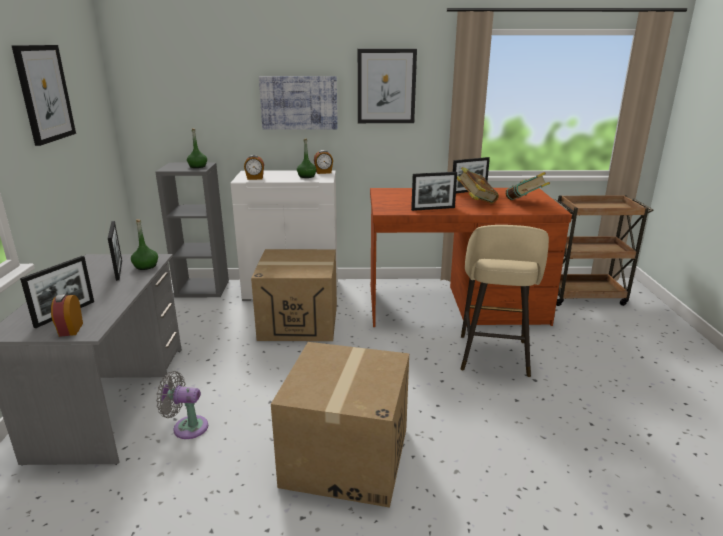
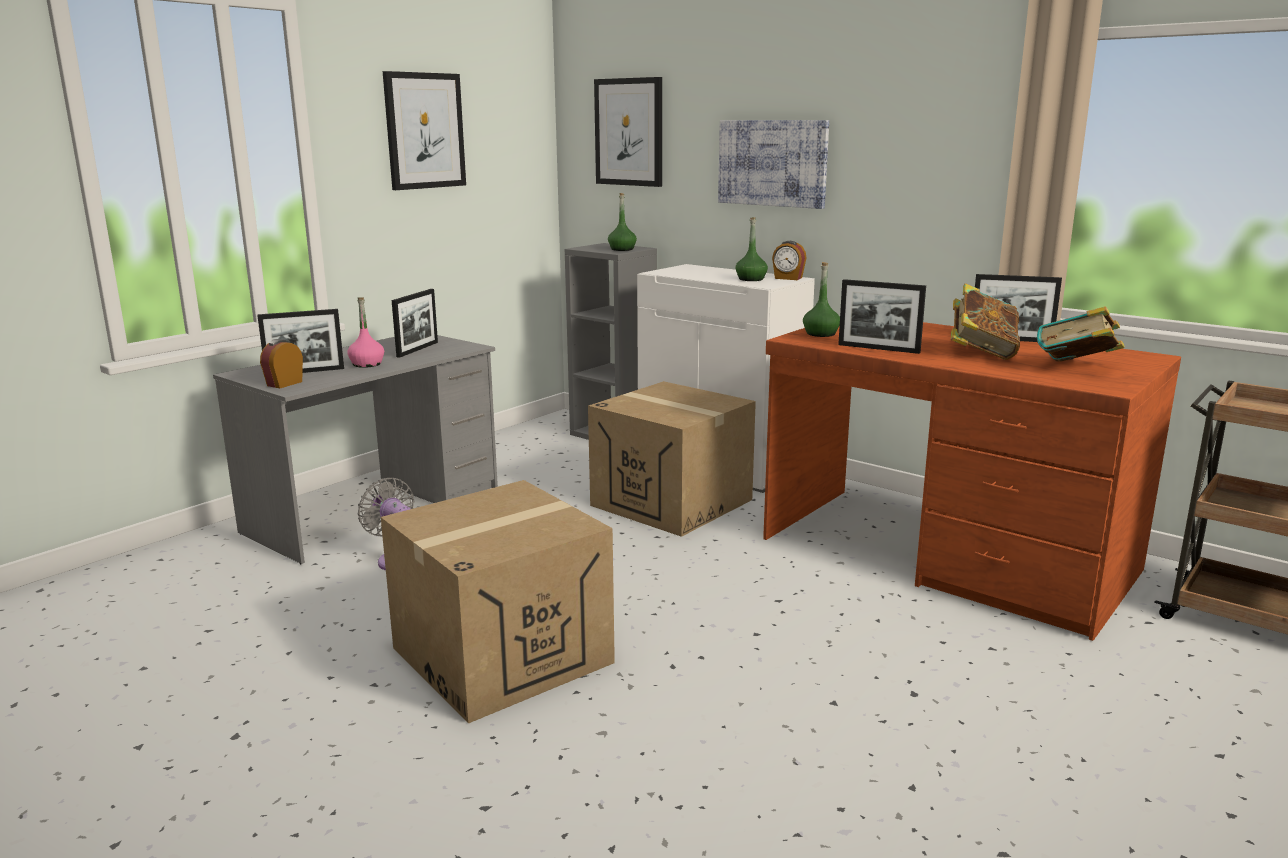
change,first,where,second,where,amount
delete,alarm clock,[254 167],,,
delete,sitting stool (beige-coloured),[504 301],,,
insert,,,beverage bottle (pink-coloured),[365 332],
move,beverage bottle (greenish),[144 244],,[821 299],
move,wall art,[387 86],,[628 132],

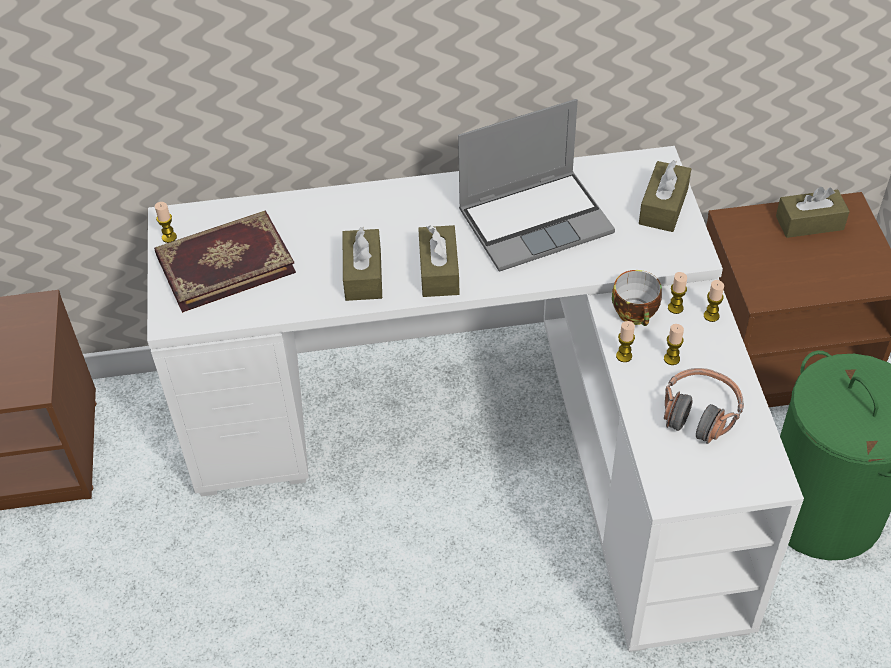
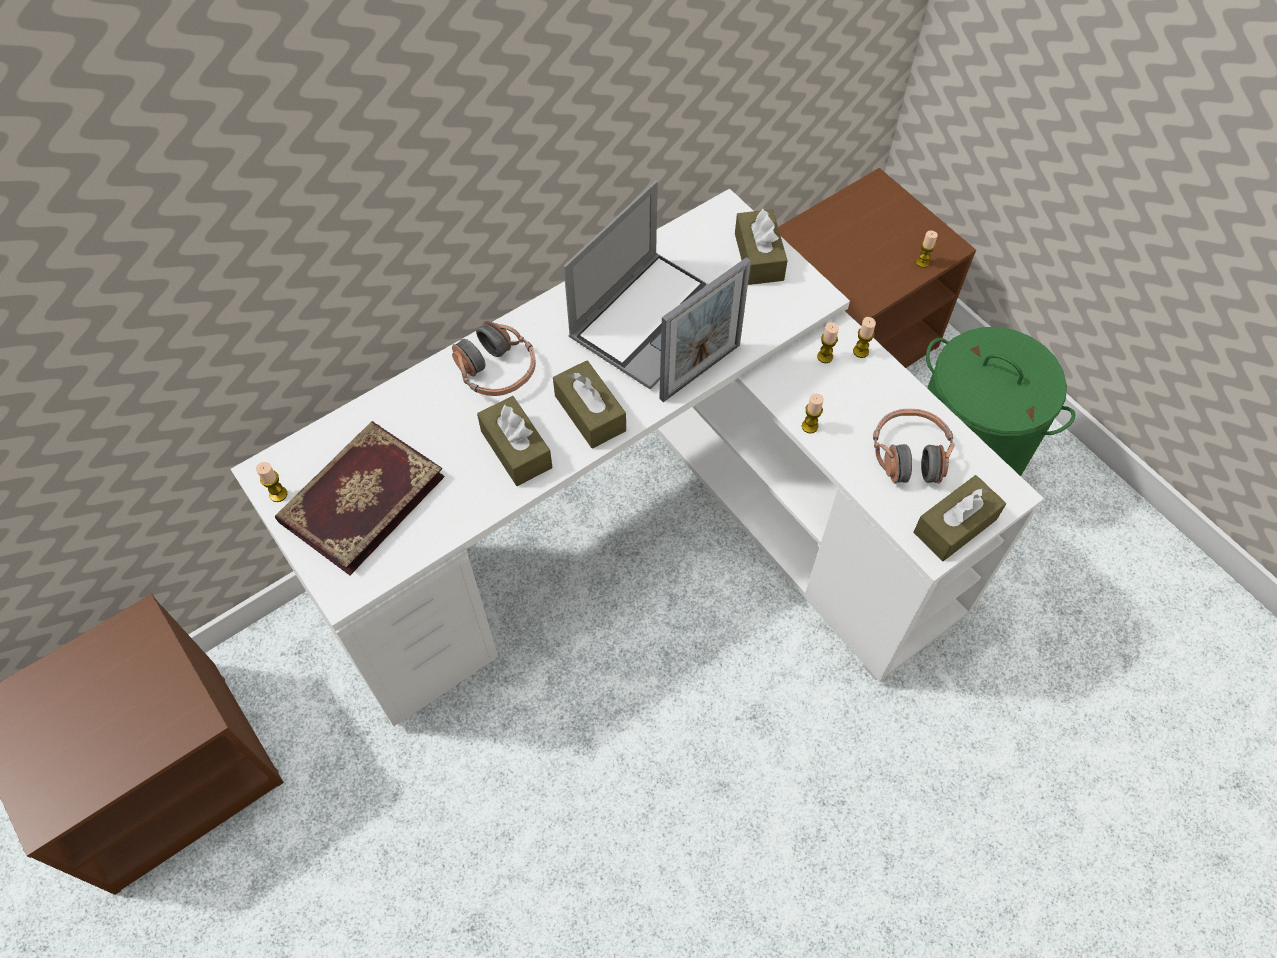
change,first,where,second,where,amount
delete,cup,[637 298],,,
insert,,,pair of headphones,[494 358],
insert,,,standing frame,[705 329],
move,wax candle,[674 344],,[927 249],
move,tissue holder (brown-coloured),[813 212],,[960 518],

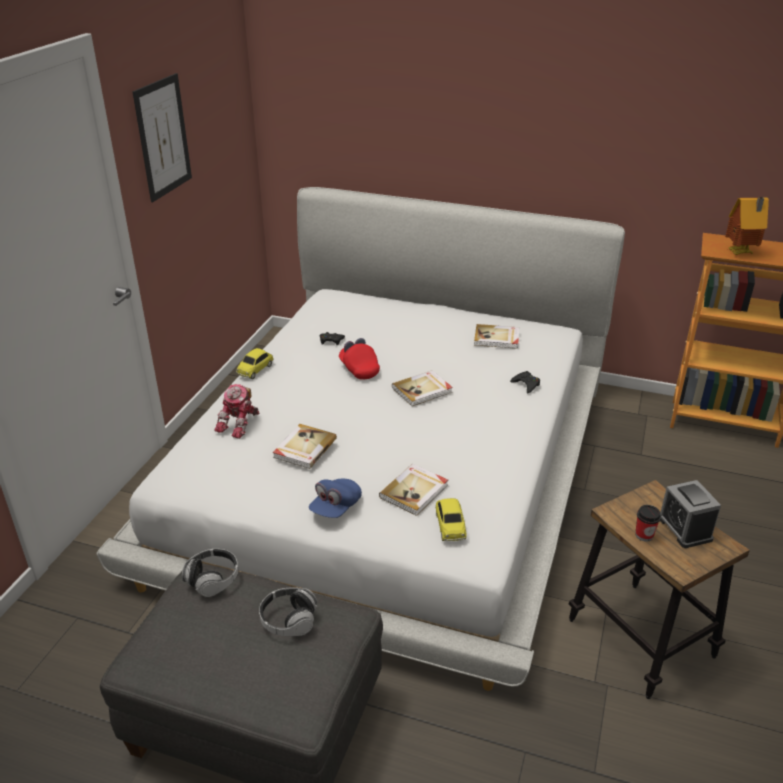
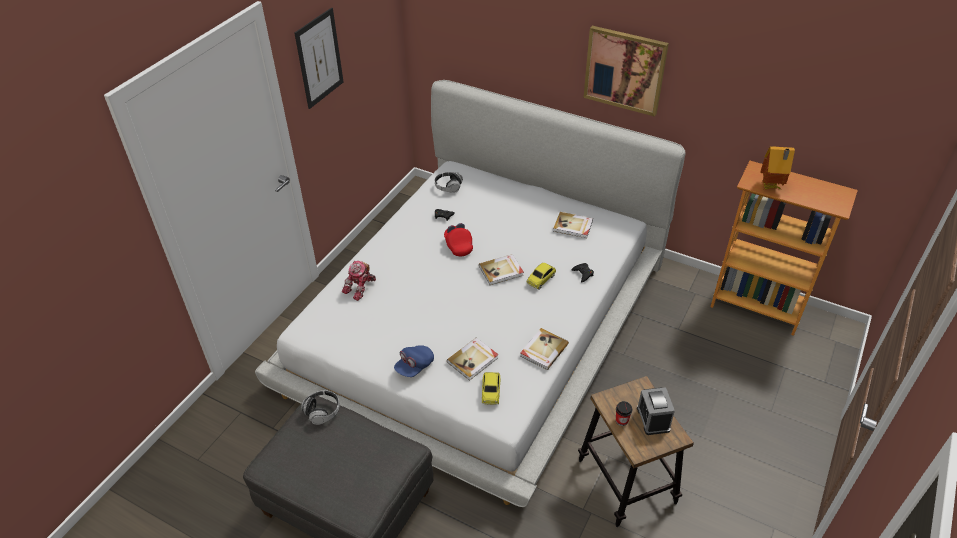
change,first,where,second,where,amount
insert,,,wall art,[626 71],
move,miniature car,[255 363],,[541 276],
move,pair of headphones,[288 611],,[449 182],
move,volume,[305 446],,[544 349],

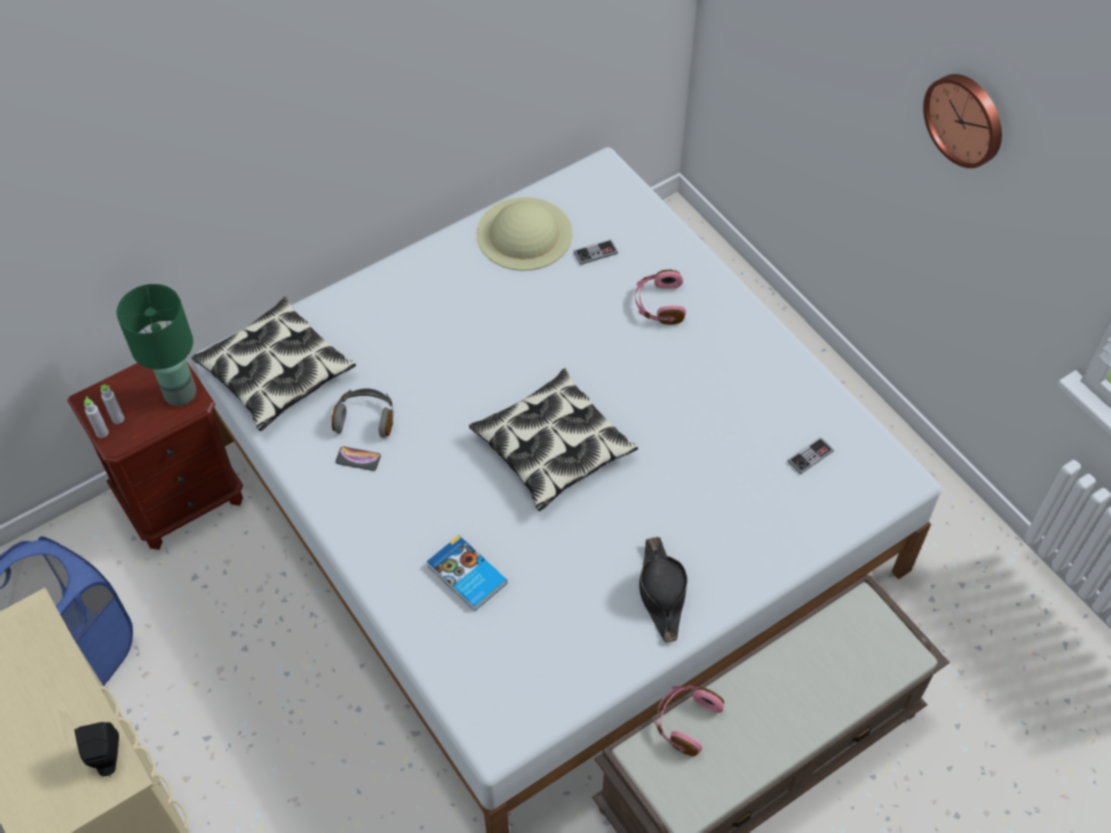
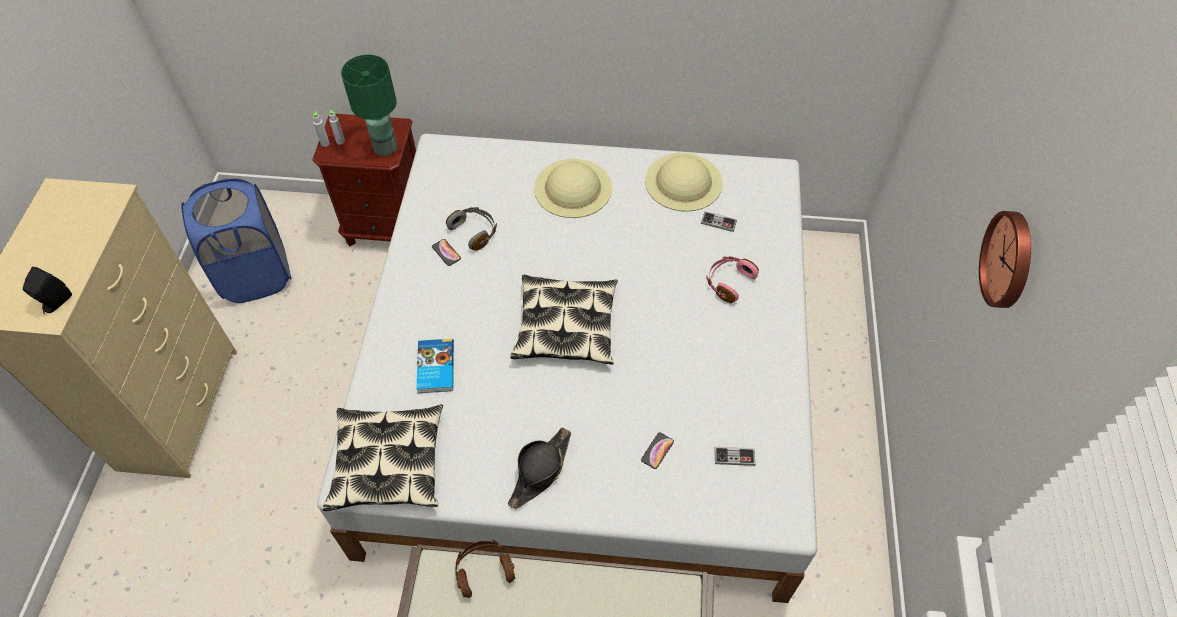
change,first,where,second,where,amount
insert,,,hat (beige-coloured),[573 188],
insert,,,phone,[657 451],
move,cushion,[274 363],,[383 457],
recolor,pair of headphones (pink-coloured),[689 720],pair of headphones (brown-coloured),[485 568],

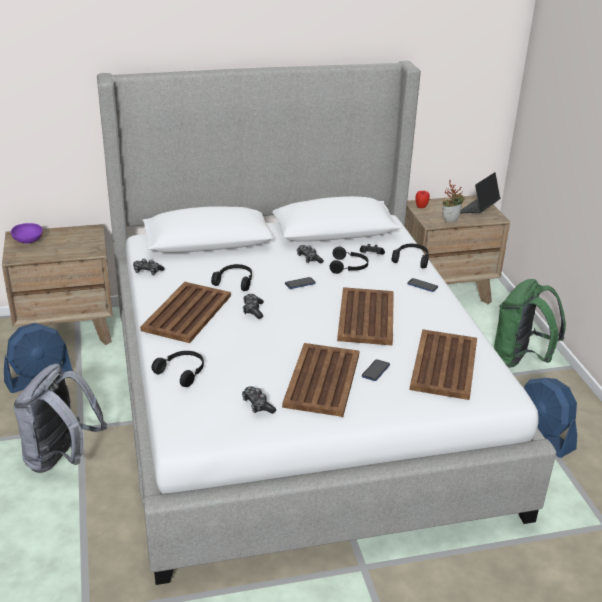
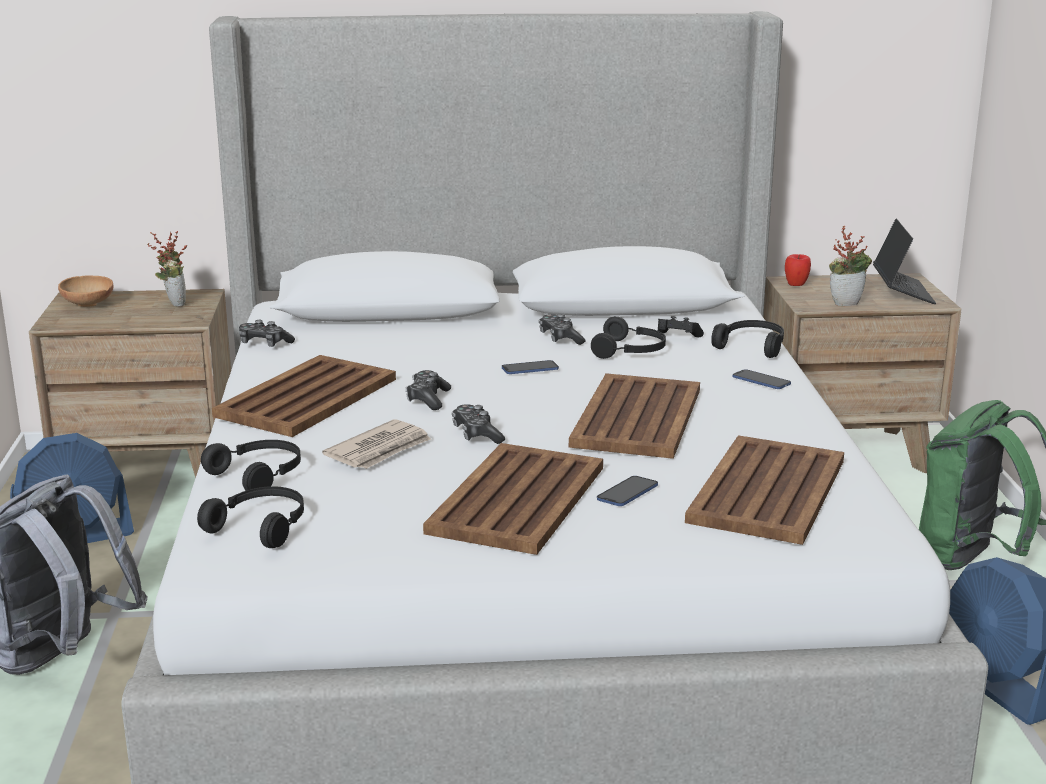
change,first,where,second,where,amount
insert,,,houseplant,[167 269],
insert,,,newspaper,[376 444],
move,pair of headphones (black-coloured),[231 277],,[250 517],
move,gamepad,[259 400],,[478 424],
recolor,deep dish (purple),[27 233],deep dish (brown-coloured),[86 291],
rotate,notebook computer,[480 192],,[904 261],135 degrees clockwise

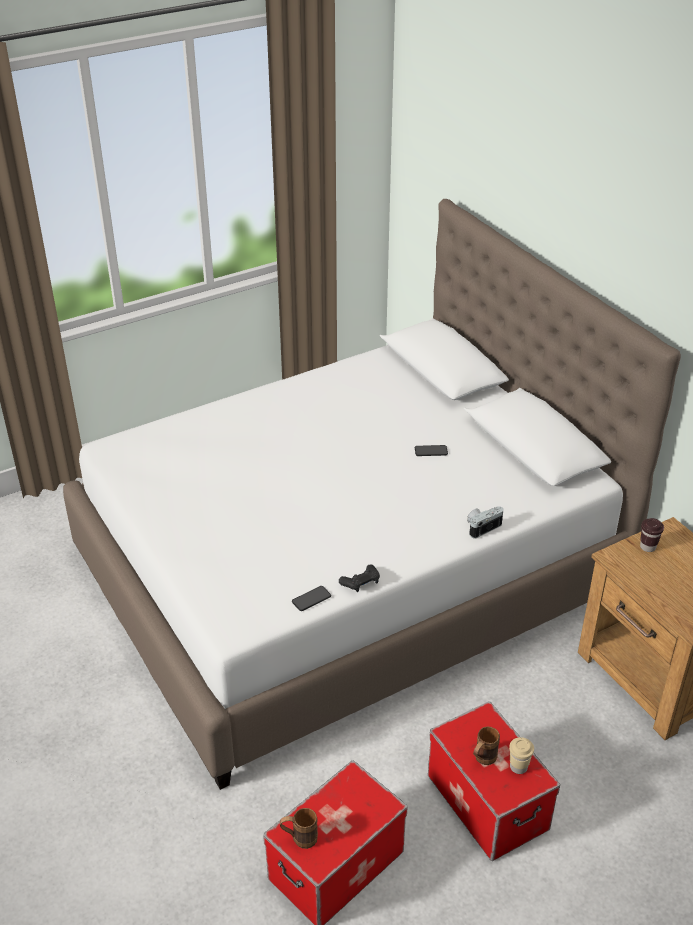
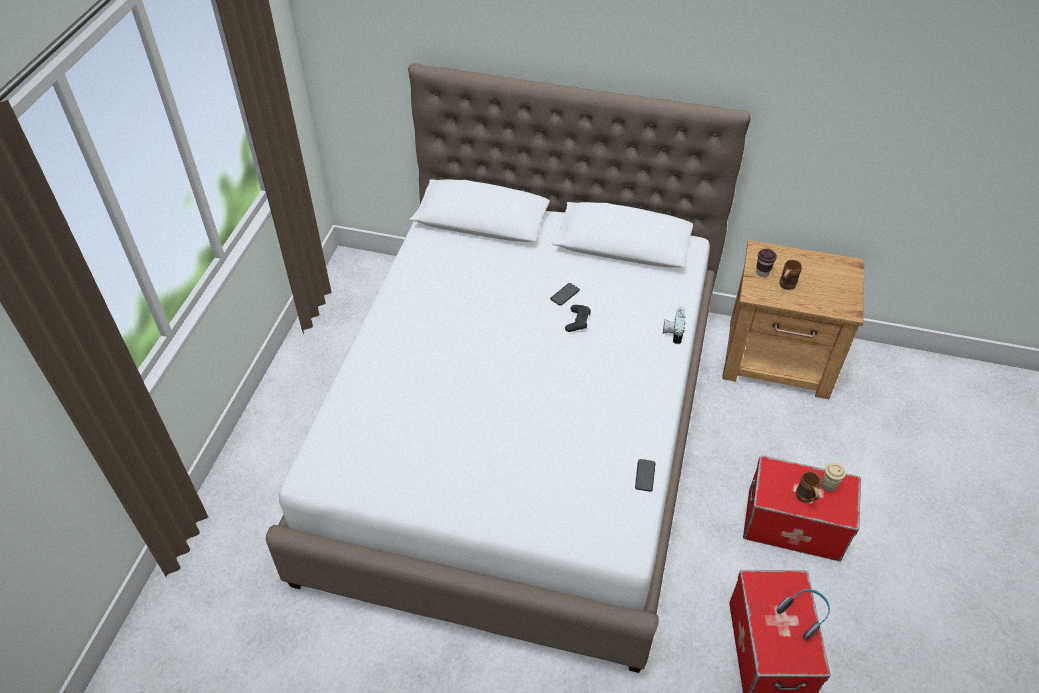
change,first,where,second,where,amount
insert,,,pair of headphones,[803 614],
move,mug (brown-coloured),[299 828],,[790 275],
move,gamepad (black-coloured),[359 578],,[578 318],

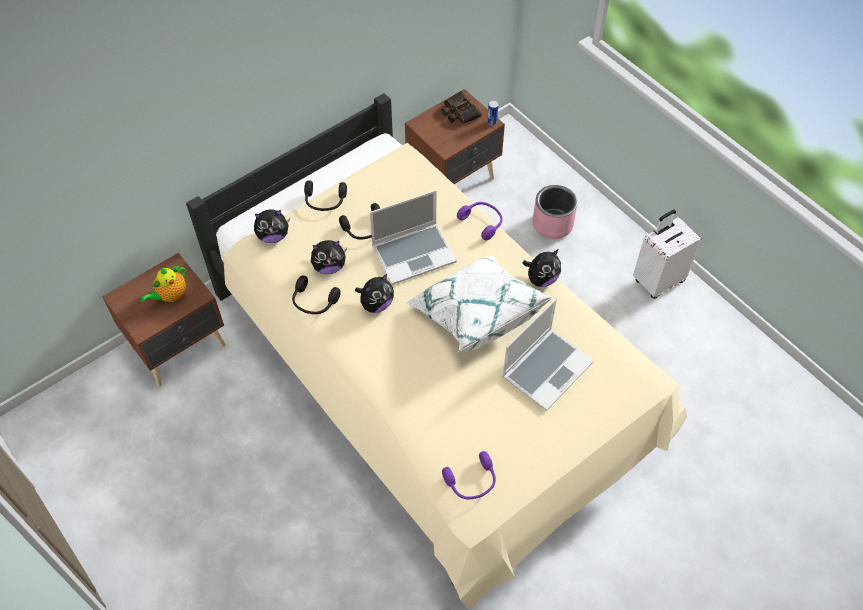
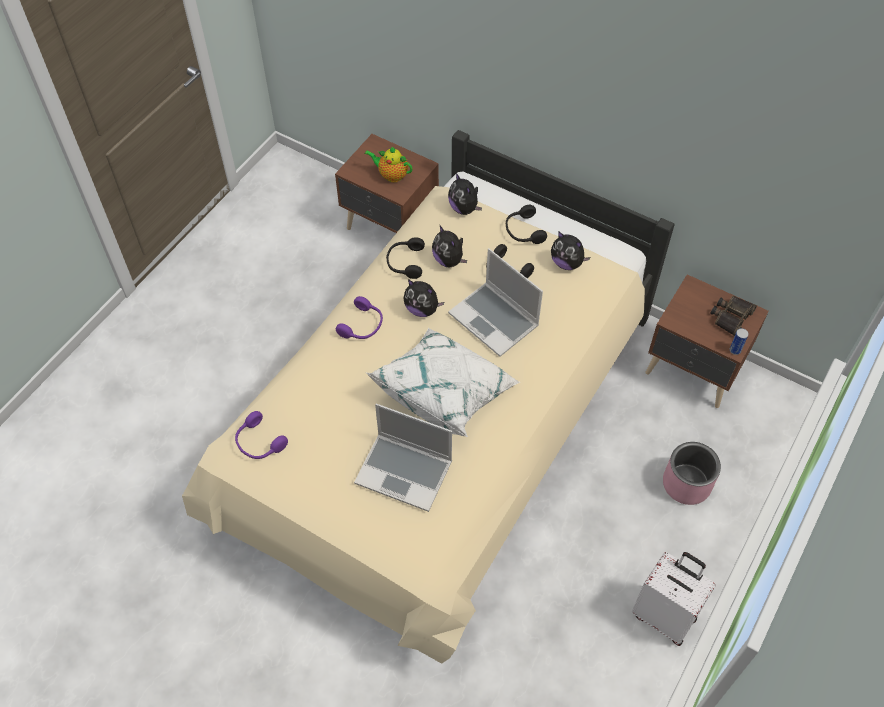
change,first,where,second,where,amount
move,pair of headphones (purple),[480 221],,[359 317],
move,plush toy,[541 268],,[570 250],

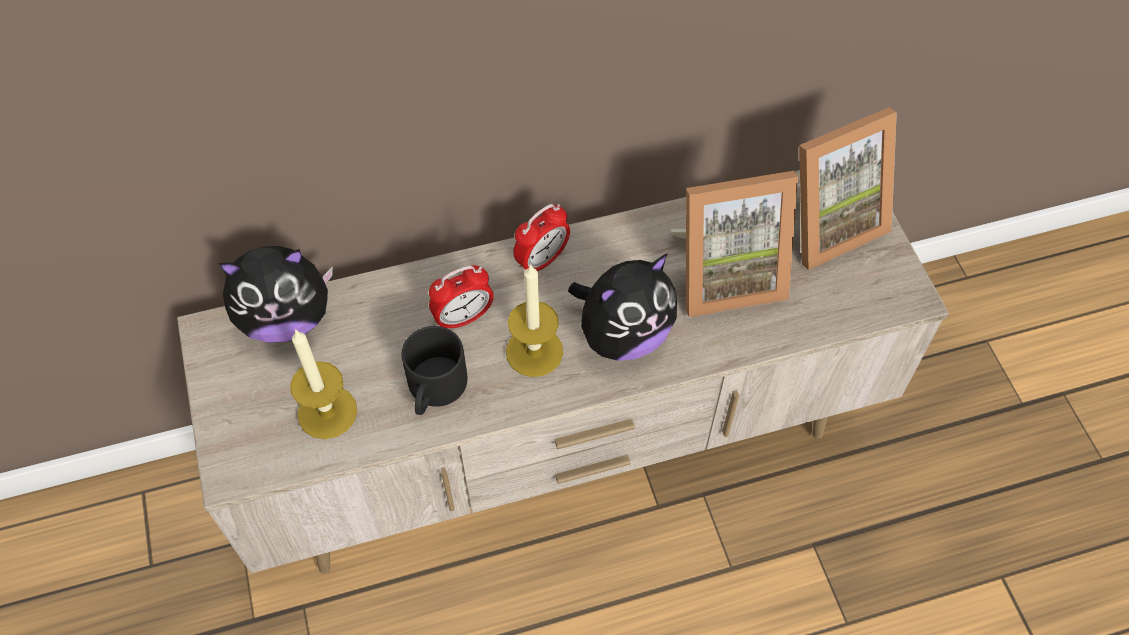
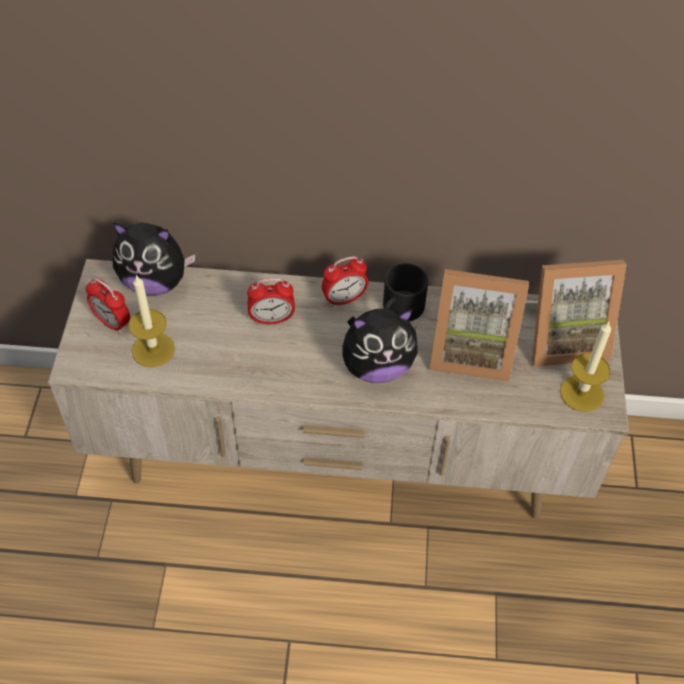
change,first,where,second,where,amount
insert,,,alarm clock,[108 305],
move,mug (black-coloured),[434 370],,[405 292],
move,wax candle,[534 320],,[585 367],

